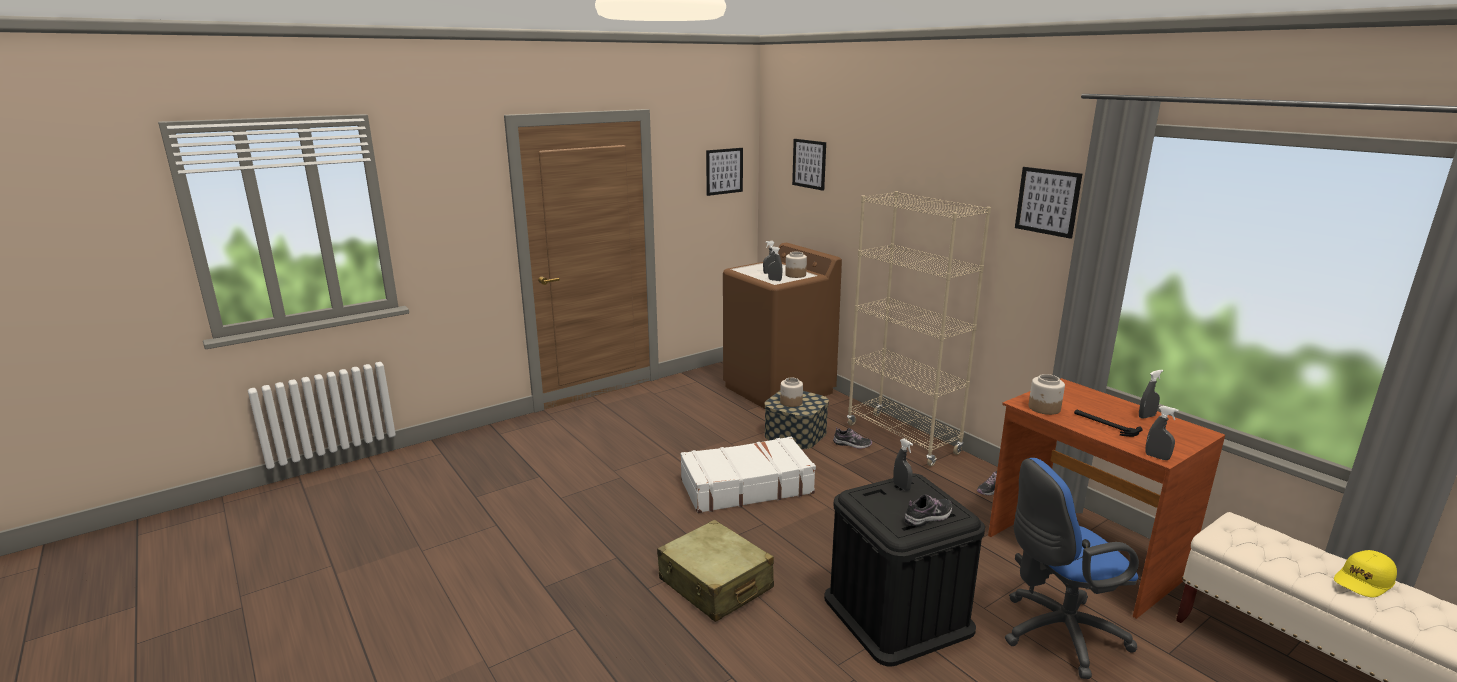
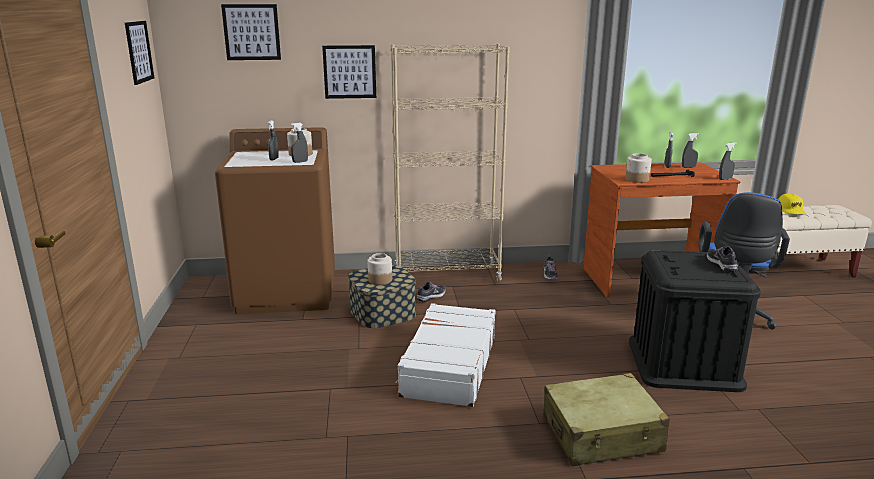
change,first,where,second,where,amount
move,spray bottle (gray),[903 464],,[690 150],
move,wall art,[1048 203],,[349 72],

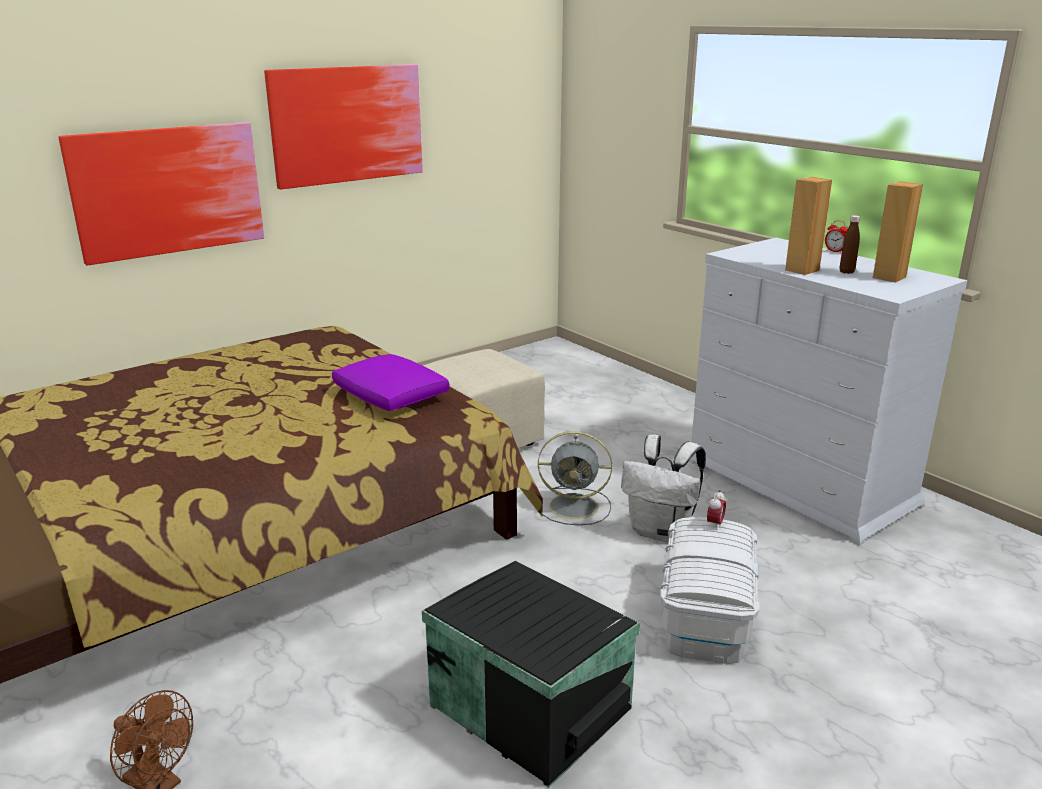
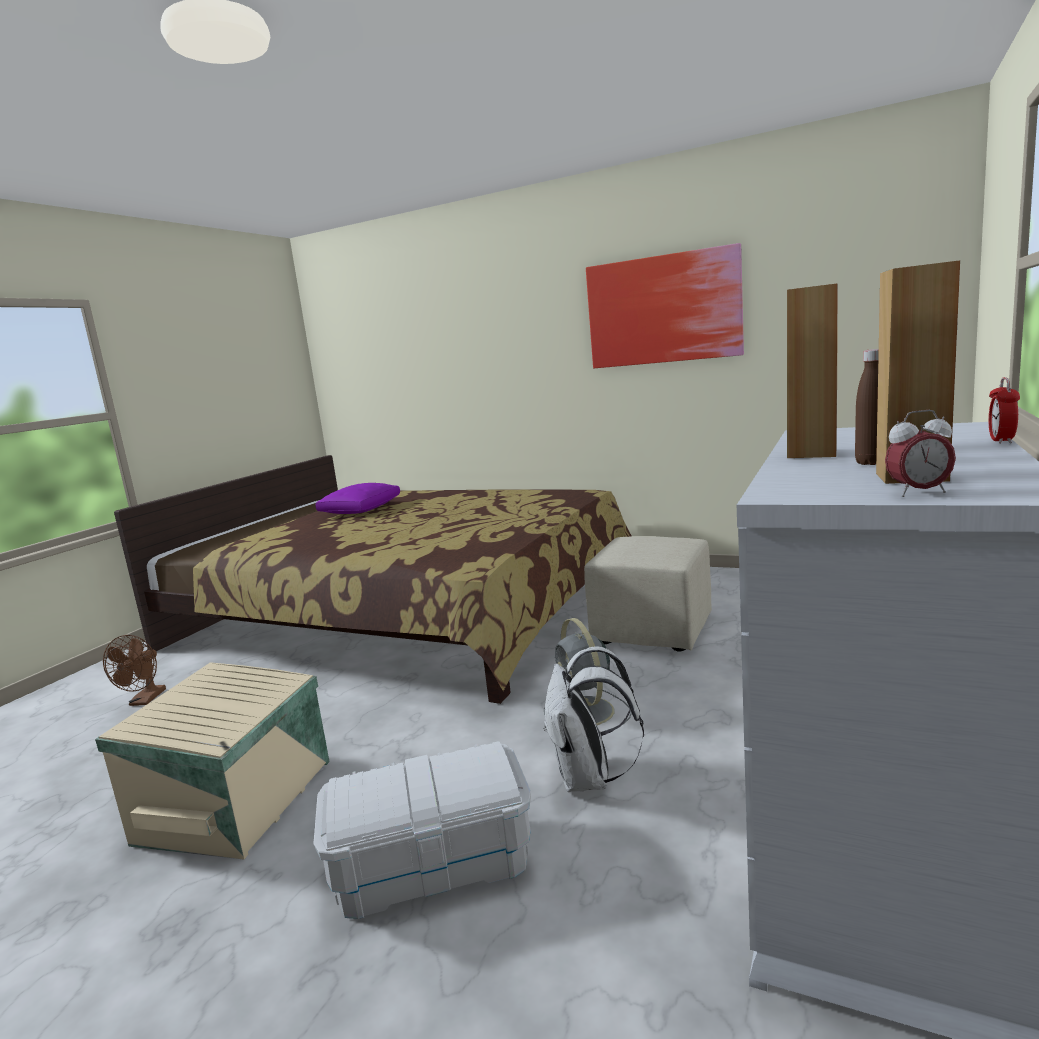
change,first,where,second,where,amount
delete,wall art,[161 194],,,
move,cushion (purple),[391 382],,[357 498],
move,alarm clock,[716 510],,[920 453],
recolor,storage bin (black-coloured),[531 674],storage bin (beige-coloured),[212 760],

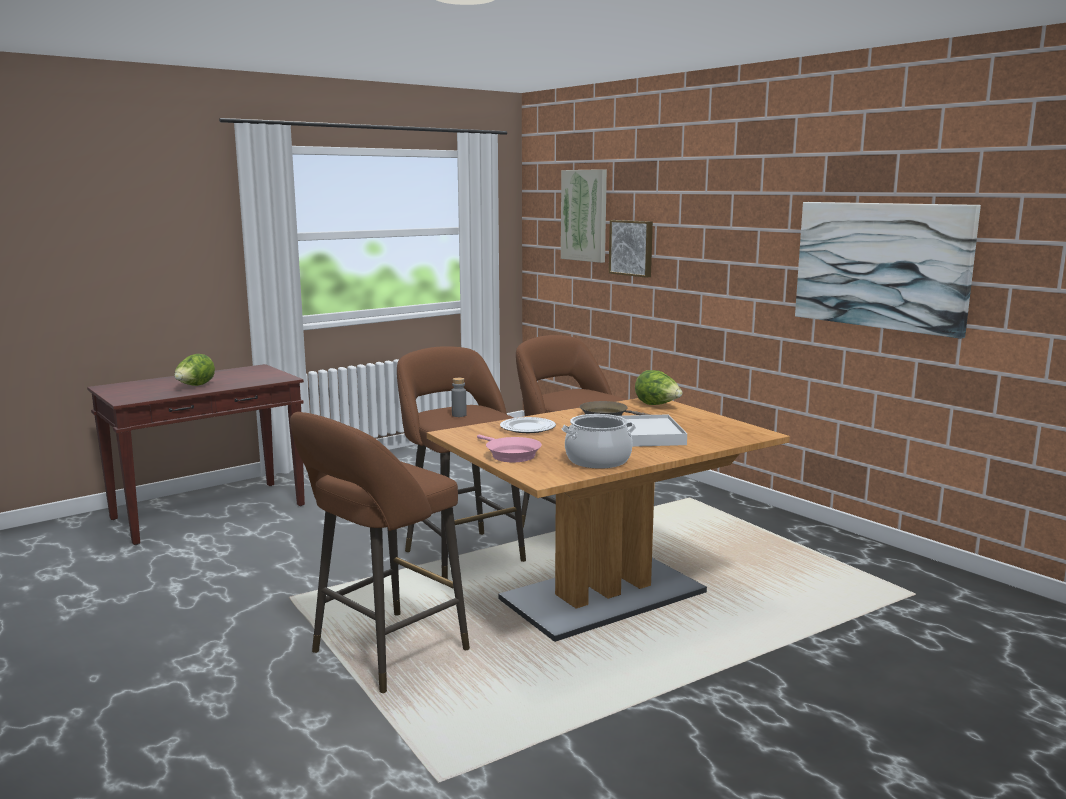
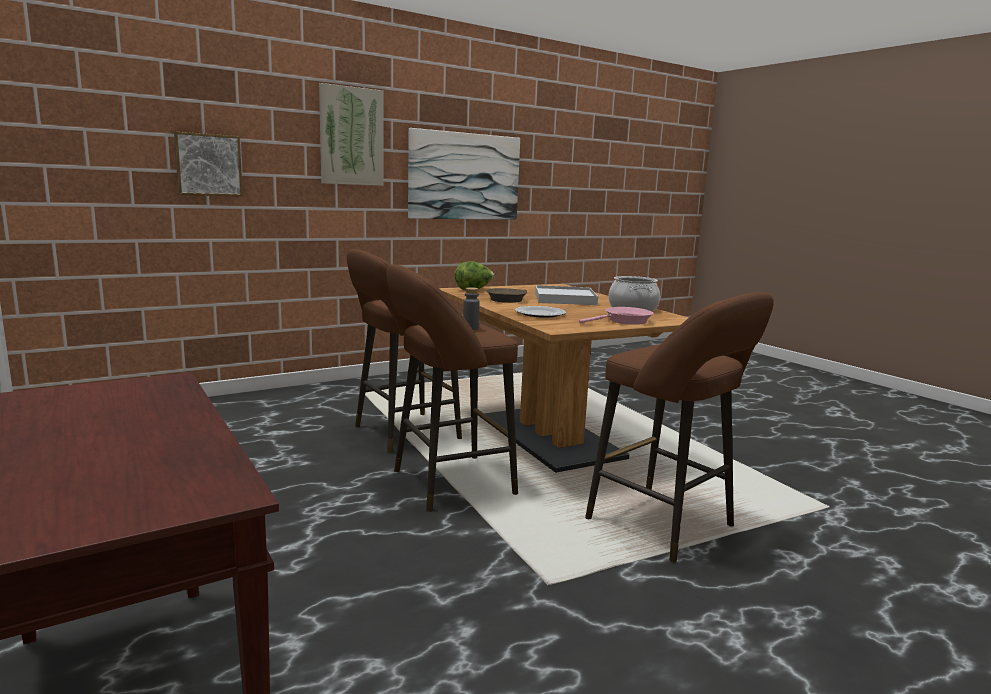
change,first,where,second,where,amount
delete,lettuce,[194 370],,,
move,wall art,[584 216],,[351 134],

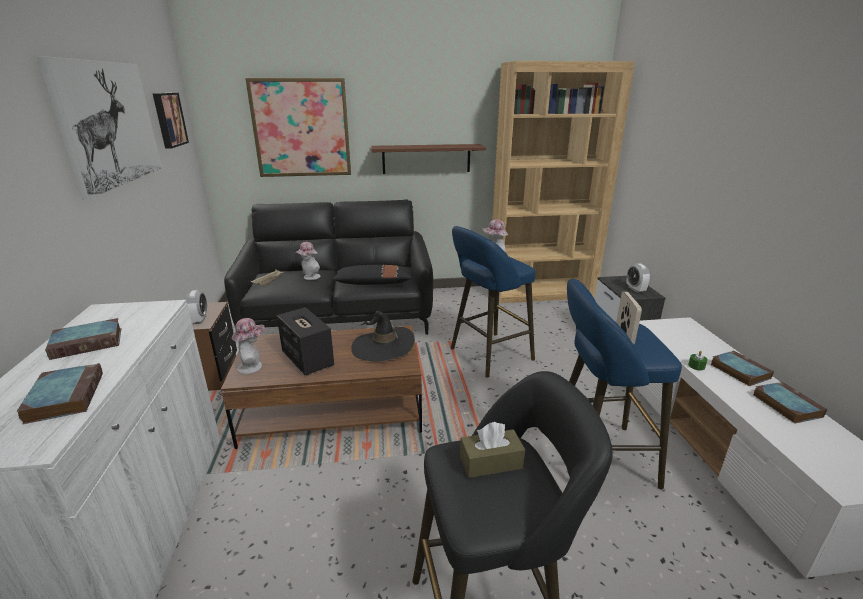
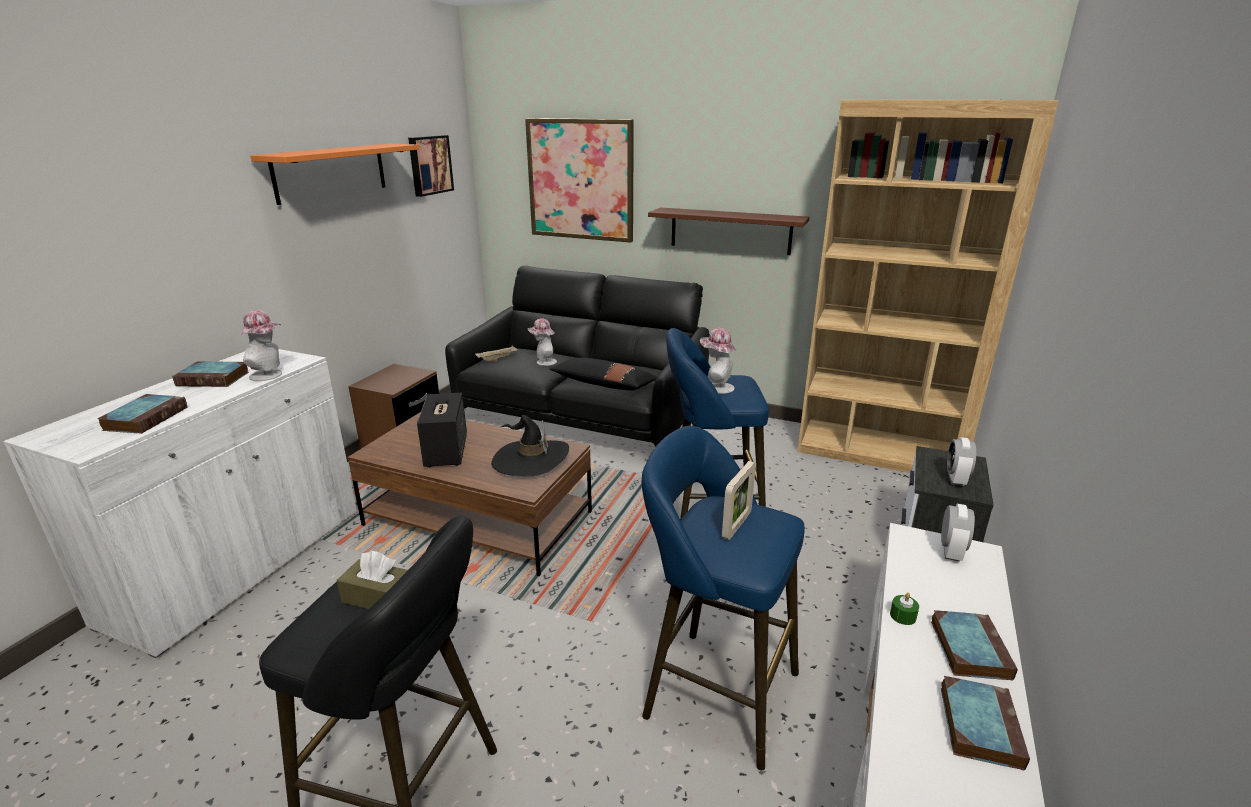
change,first,where,second,where,amount
move,alarm clock,[196 307],,[958 533],
move,hat,[248 346],,[260 345],
replace,wall art,[99 127],wall shelf (orange),[334 174],

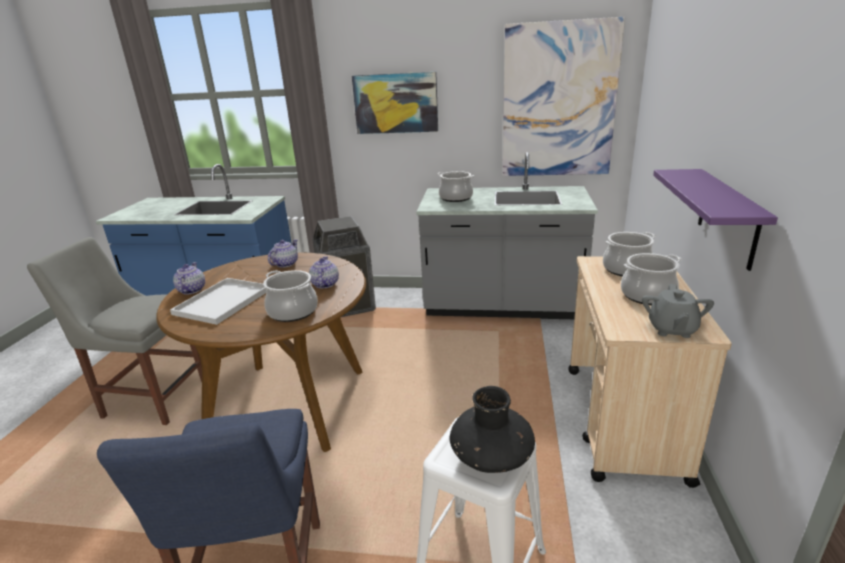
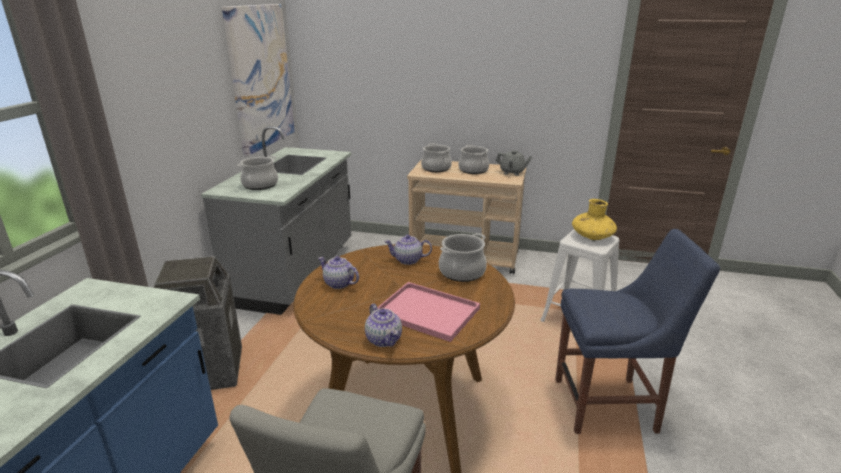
change,first,where,second,where,amount
delete,wall art,[395 103],,,
delete,wall shelf (purple),[715 220],,,
recolor,tray (white-coloured),[218 301],tray (pink-coloured),[428 312],
recolor,decorative vase (black-coloured),[492 429],decorative vase (yellow),[594 219],
rotate,tea pot,[189 278],,[383 325],120 degrees counterclockwise

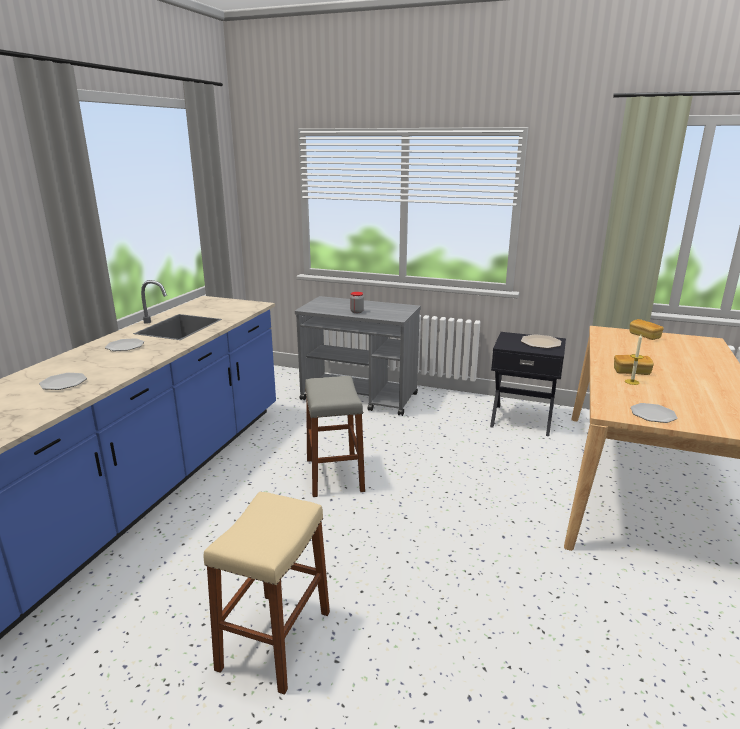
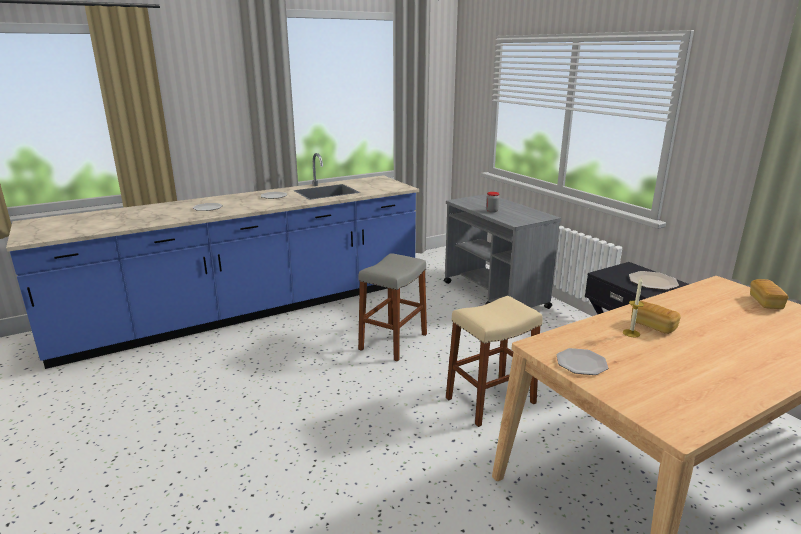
change,first,where,second,where,amount
move,sitting stool (beige-coloured),[266 593],,[494 361],

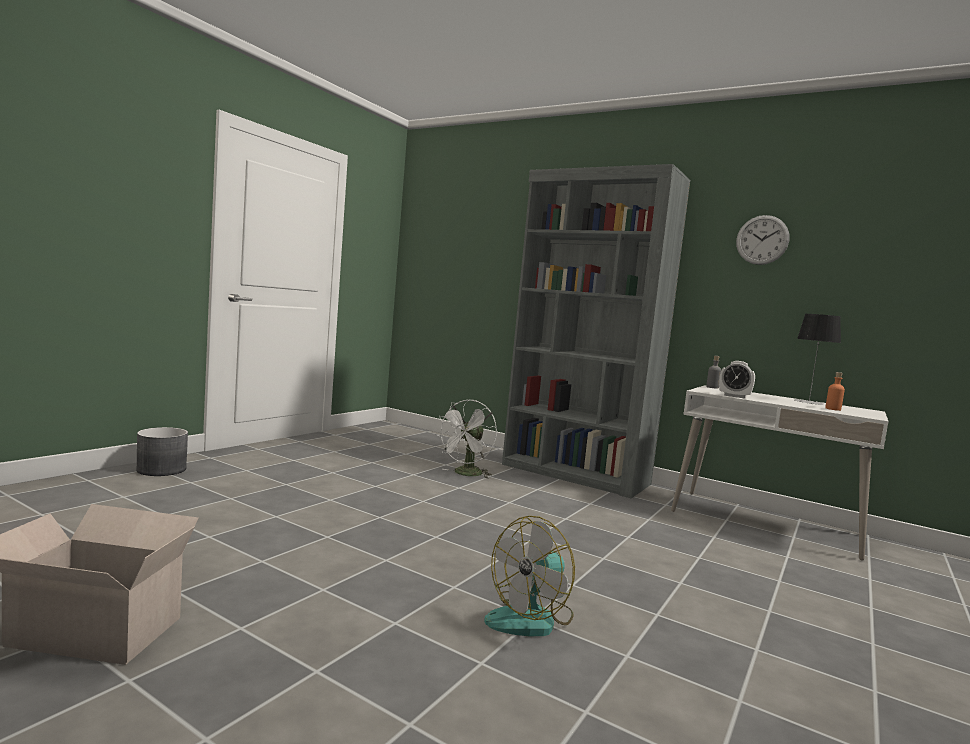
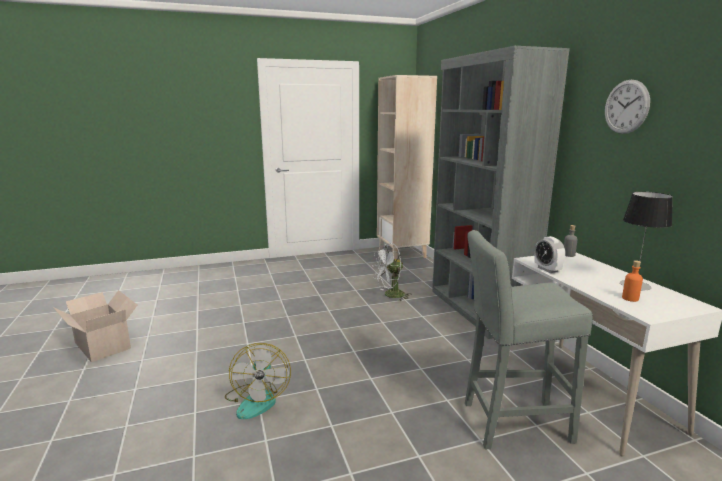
change,first,where,second,where,amount
delete,flower pot (gray),[162 451],,,
insert,,,shelving unit (beige-coloured),[407 167],
insert,,,sitting stool (gray),[529 340],
rotate,cooling fan,[529 576],,[258 381],90 degrees counterclockwise

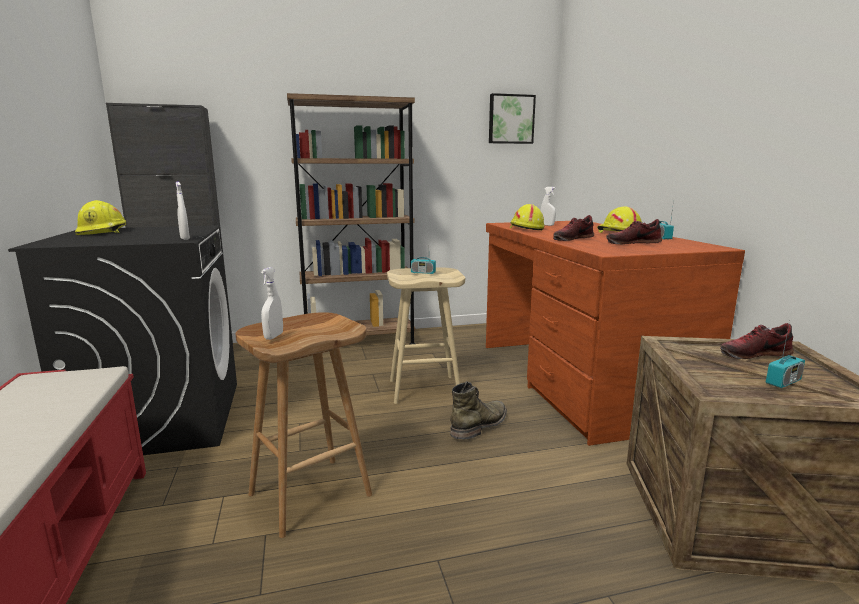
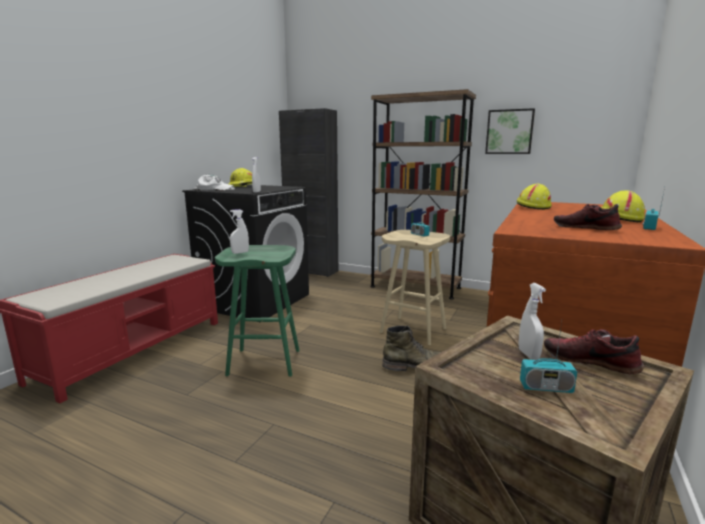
change,first,where,second,where,amount
delete,low shoe,[573 228],,,
insert,,,peaked cap (white-coloured),[214 182],
move,wall art,[512 118],,[510 131],
move,spray bottle (white-coloured),[548 206],,[532 321],
recolor,sitting stool (brown-coloured),[303 425],sitting stool (greenish),[257 311],

